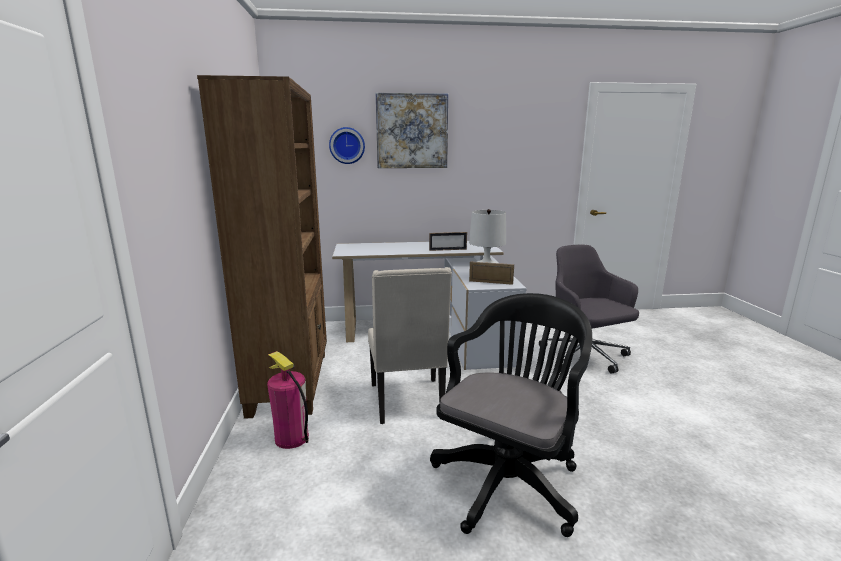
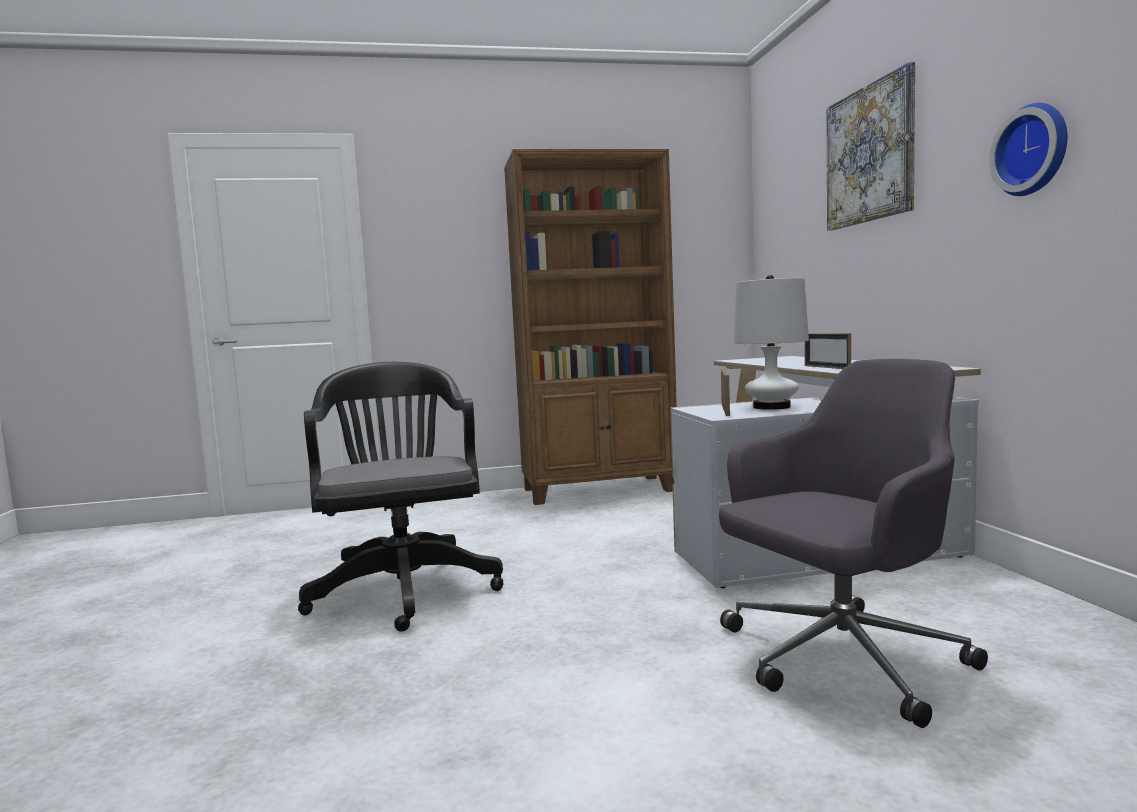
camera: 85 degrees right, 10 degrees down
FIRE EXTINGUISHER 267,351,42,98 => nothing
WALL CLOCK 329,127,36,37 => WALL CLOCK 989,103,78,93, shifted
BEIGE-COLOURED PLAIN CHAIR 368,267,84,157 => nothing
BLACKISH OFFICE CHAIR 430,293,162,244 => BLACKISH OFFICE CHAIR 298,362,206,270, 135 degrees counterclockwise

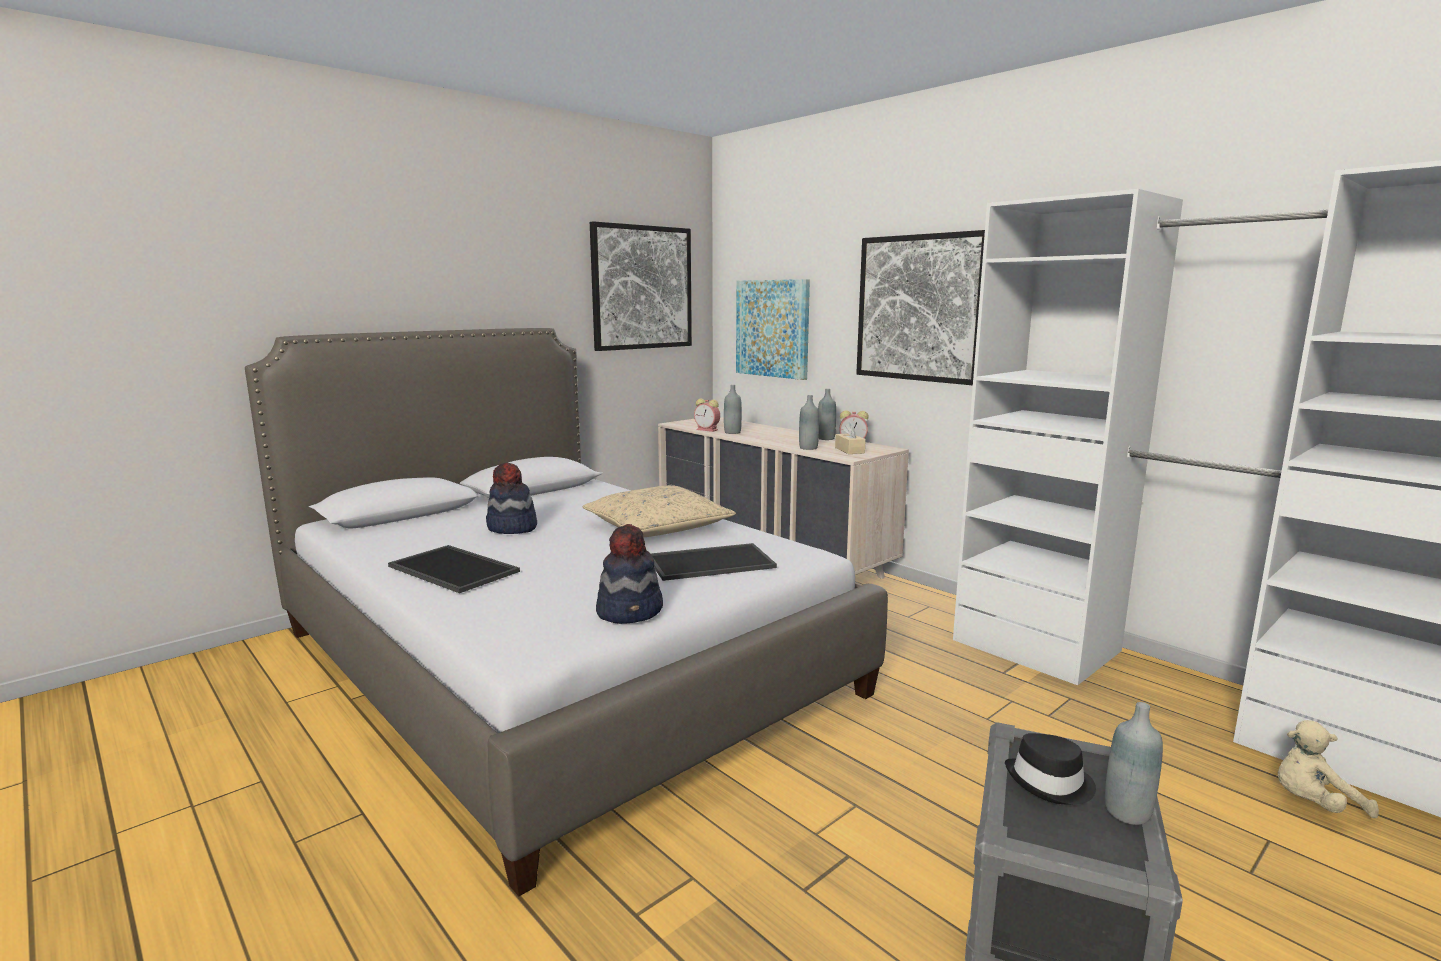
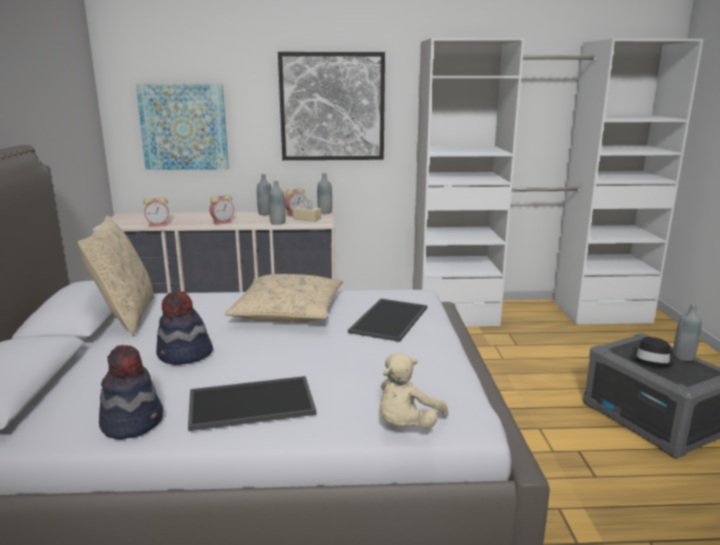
camera: 50 degrees left, 5 degrees up
WALL ART 590,221,102,130 => nothing
HAT 596,524,67,100 => HAT 99,345,64,94, shifted
GREY DRINK BOTTLE 724,385,18,49 => GREY DRINK BOTTLE 317,173,15,41, shifted
BEIGE-COLOURED CUDDLY TOY 1278,720,101,98 => BEIGE-COLOURED CUDDLY TOY 380,353,68,76, shifted
nothing => BEIGE-COLOURED PILLOW 78,215,77,120
nothing => ALARM CLOCK 209,194,25,31

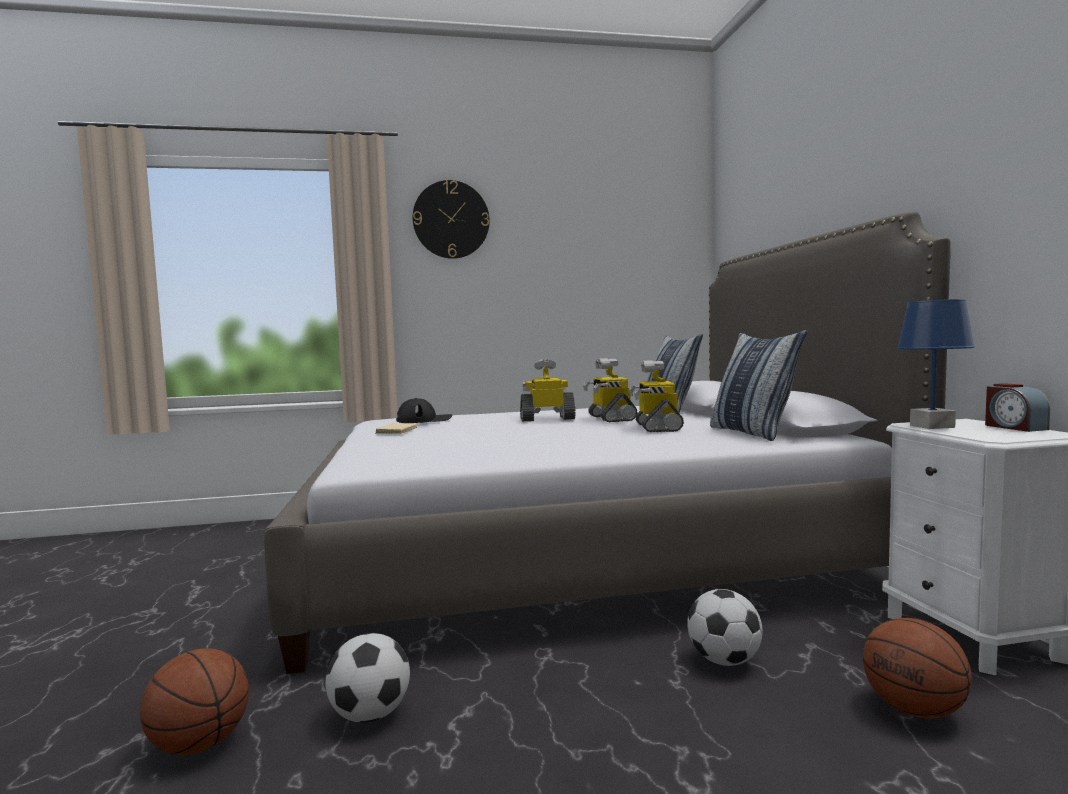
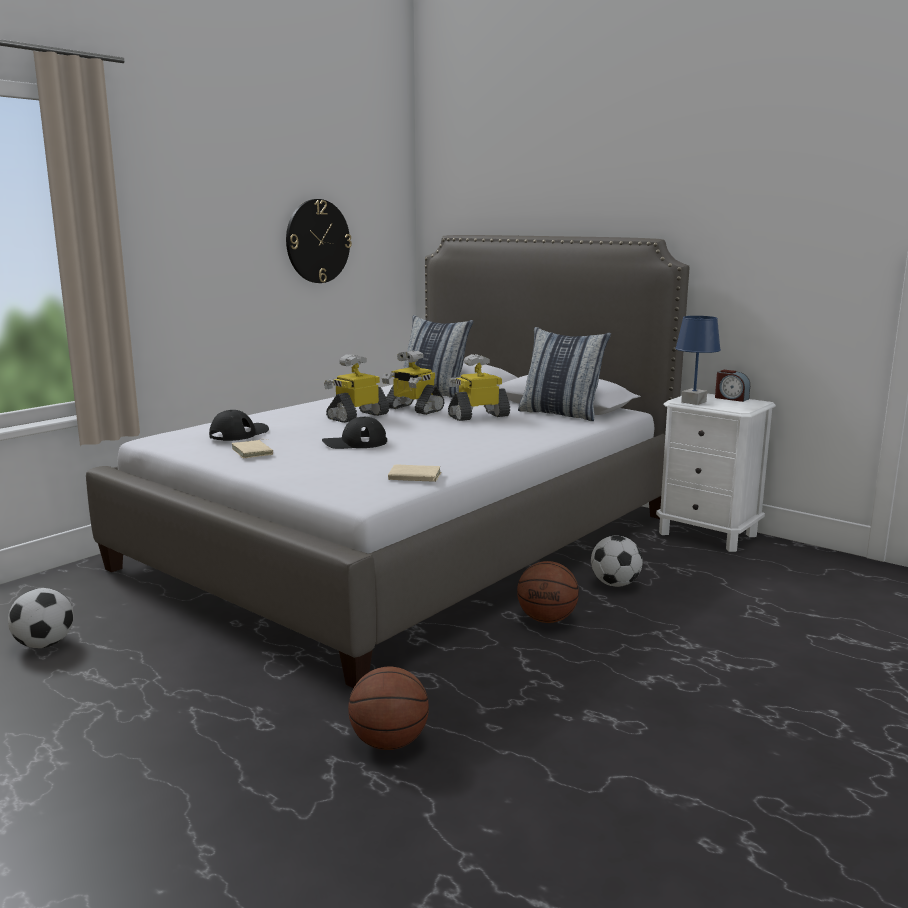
camera: 40 degrees left, 10 degrees up
FOOTBALL BALL 326,633,84,90 => FOOTBALL BALL 8,588,66,60, shifted
WALL CLOCK 413,180,77,79 => WALL CLOCK 286,199,66,84, shifted
MODEL ROBOT 629,360,55,72 => MODEL ROBOT 448,354,62,67, 105 degrees clockwise
BASKETBALL BALL 863,618,109,101 => BASKETBALL BALL 517,561,62,62, shifted
nothing => BLACKISH CAP 322,417,65,32
nothing => BEIGE-COLOURED BOUND BOOK 388,465,53,17

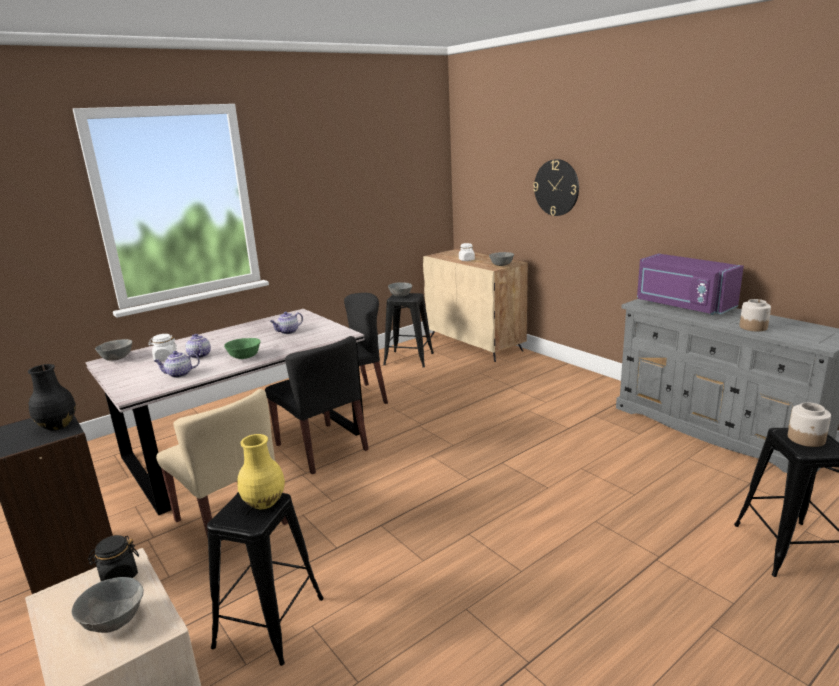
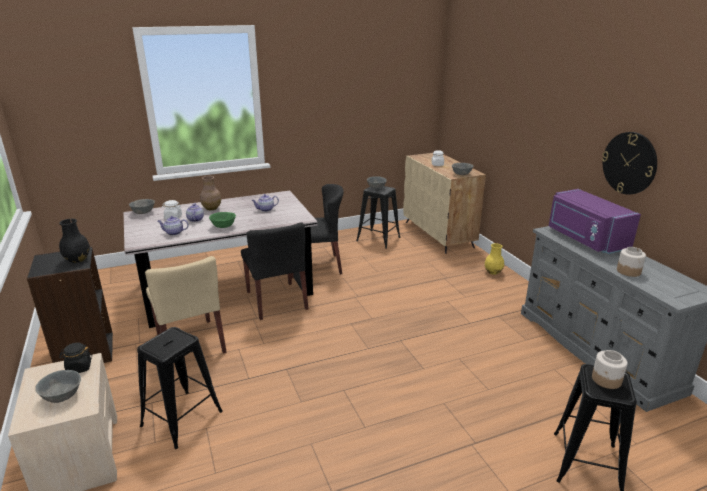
camera: 15 degrees right, 5 degrees up
YELLOW-COLOURED FLOWER VASE 237,434,48,75 => YELLOW-COLOURED FLOWER VASE 485,243,19,32, shifted
WALL CLOCK 533,159,46,57 => WALL CLOCK 602,132,55,63, shifted
nothing => BROWN-COLOURED FLOWER VASE 200,176,21,34

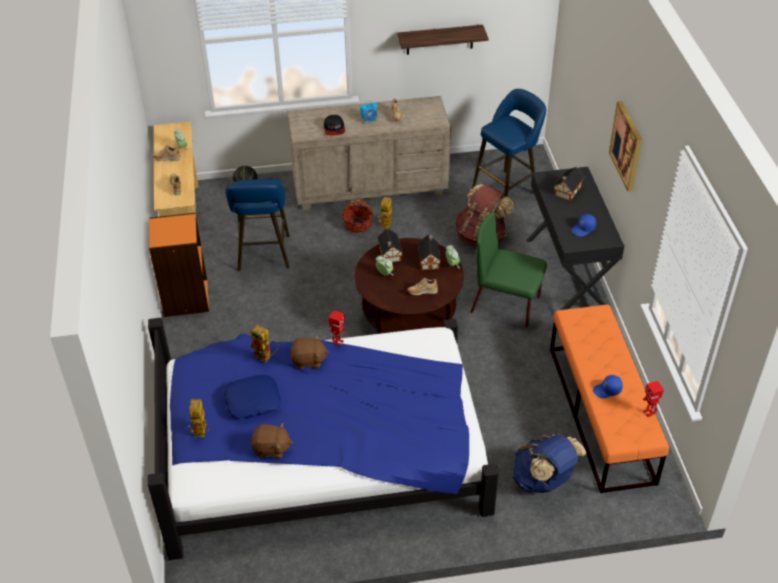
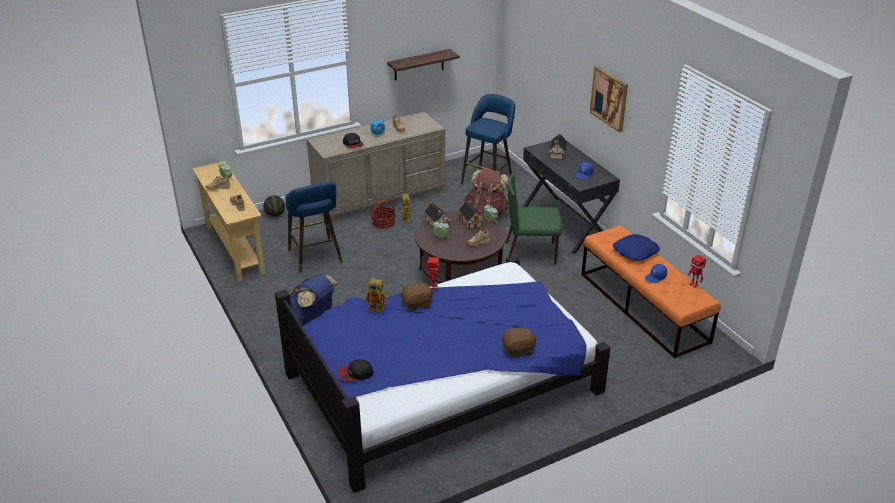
camera: 20 degrees left, 10 degrees down
ORANGE-COLOURED BOOKSHELF 149,213,60,104 => nothing
MODEL ROBOT 187,399,22,38 => CAP 338,359,36,22
BLUISH PILLOW 224,375,57,43 => BLUISH PILLOW 613,234,47,27, shifted
BROWN-COLOURED CUDDLY TOY 251,423,42,36 => BROWN-COLOURED CUDDLY TOY 502,325,35,33, shifted
BLUISH BACKPACK 513,435,74,58 => BLUISH BACKPACK 289,274,50,52, shifted

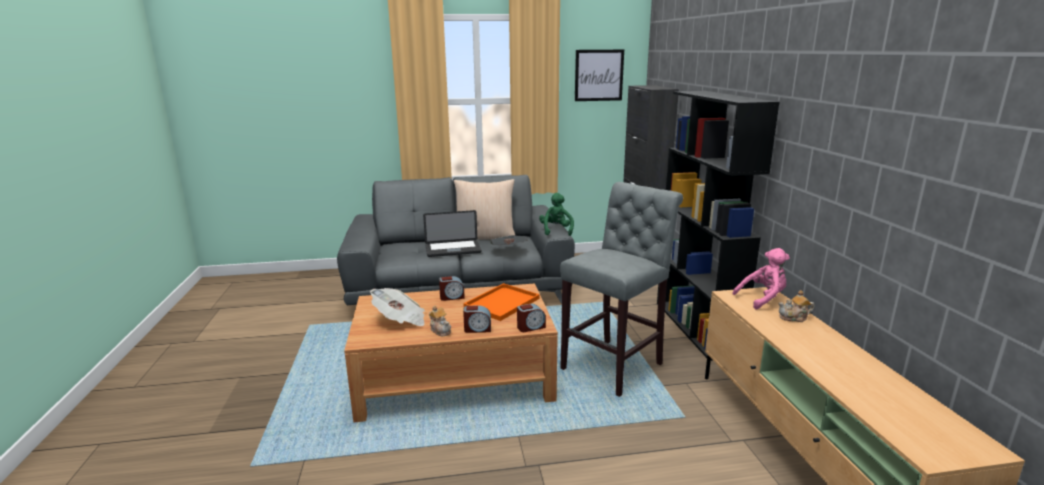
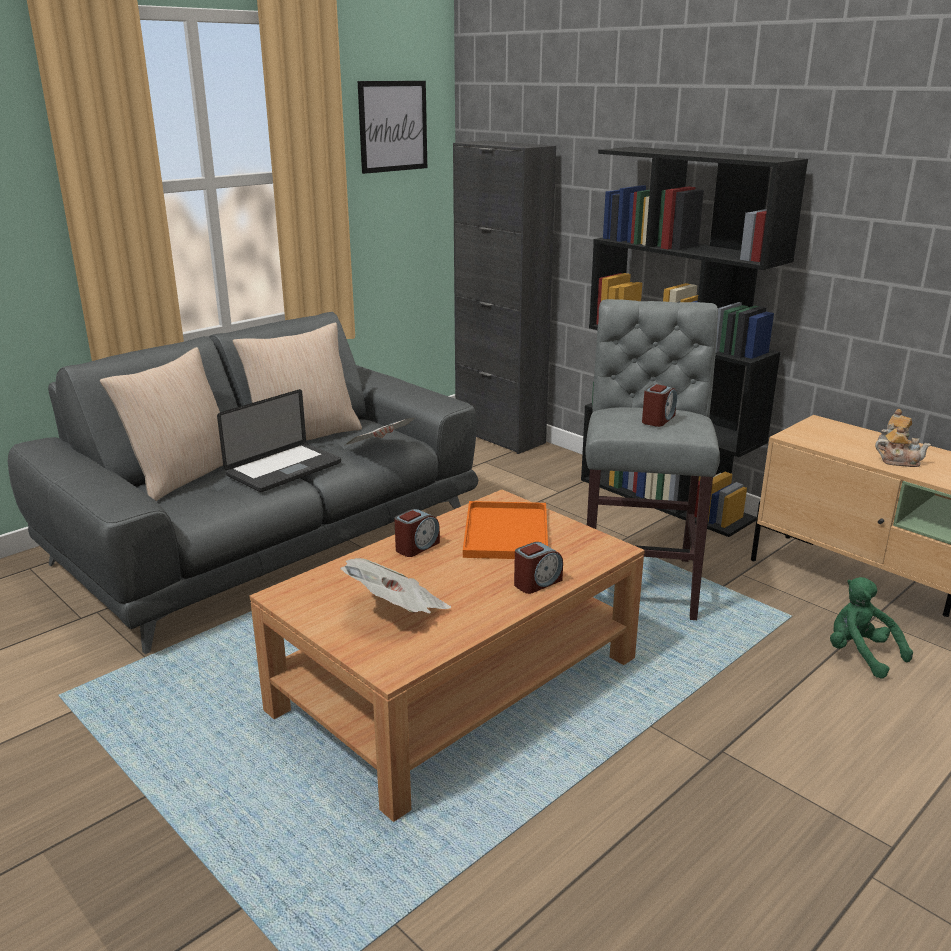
camera: 35 degrees left, 5 degrees up
POT FOR TEA 429,306,22,30 => POT FOR TEA 875,426,56,41, shifted
ALARM CLOCK 517,304,29,28 => ALARM CLOCK 642,384,35,43, shifted
GREEN-COLOURED CUDDLY TOY 539,193,35,43 => GREEN-COLOURED CUDDLY TOY 830,577,83,102, shifted
PINK CUDDLY TOY 733,248,57,62 => nothing
nothing => BEIGE-COLOURED PILLOW 100,347,123,154

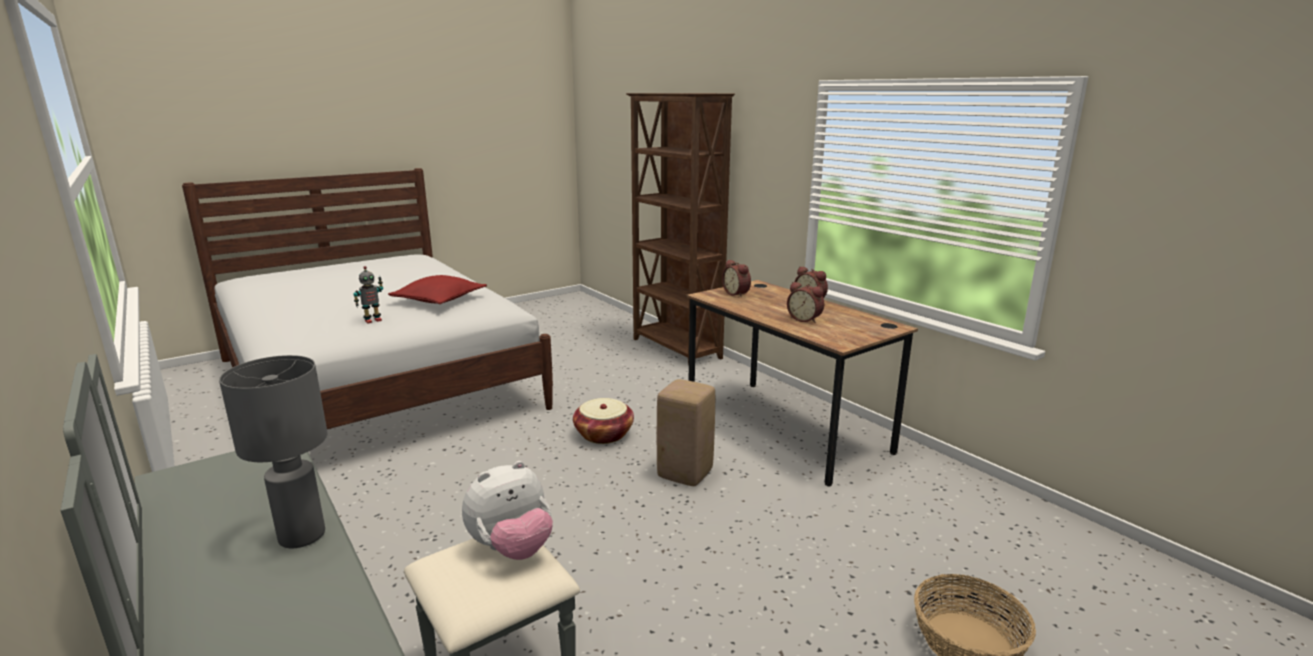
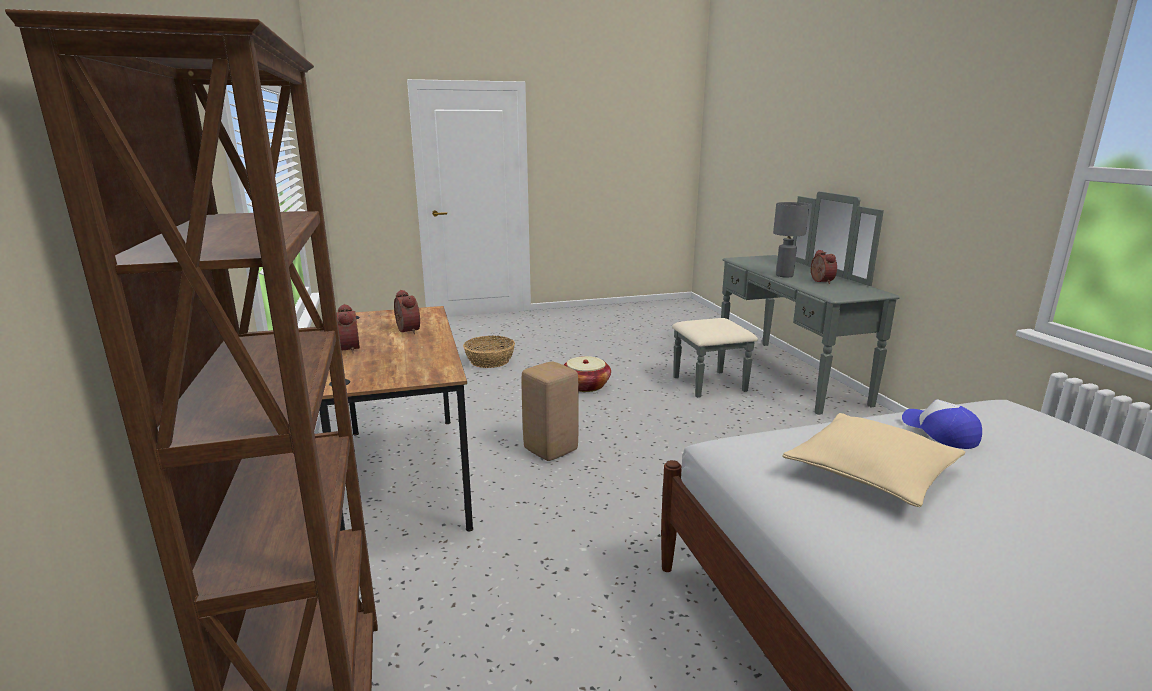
camera: 160 degrees left, 0 degrees up
MODEL ROBOT 353,266,30,57 => CAP 902,399,80,50
RED PILLOW 388,275,99,29 => BEIGE-COLOURED PILLOW 782,413,183,94
CUDDLY TOY 462,461,91,99 => nothing
HOUSEHOLD BASKET 573,398,61,46 => HOUSEHOLD BASKET 564,356,47,36, shifted
ALARM CLOCK 722,260,29,37 => ALARM CLOCK 811,250,26,34, shifted

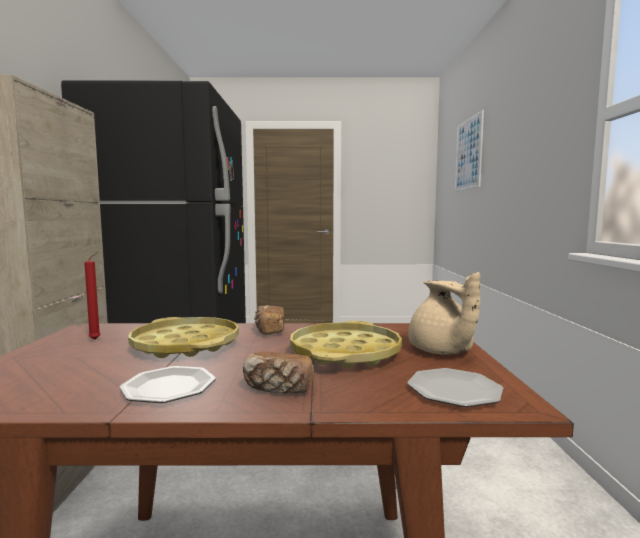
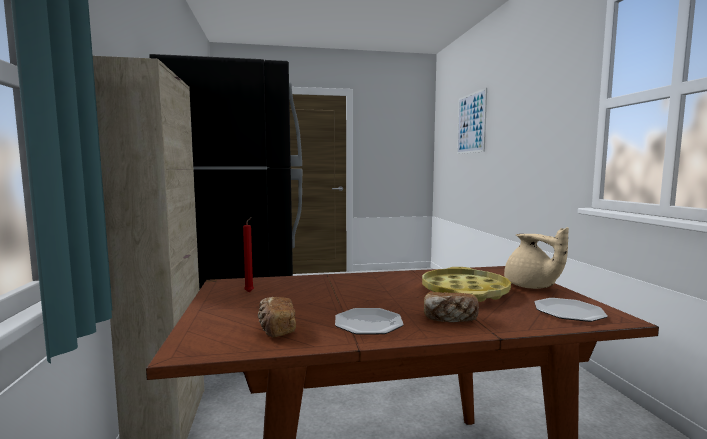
camera: 10 degrees left, 0 degrees up
YELLOW-COLOURED SERVING TRAY 128,317,111,41 => nothing
BAKED BREAD 254,305,30,30 => BAKED BREAD 258,297,38,41, shifted

